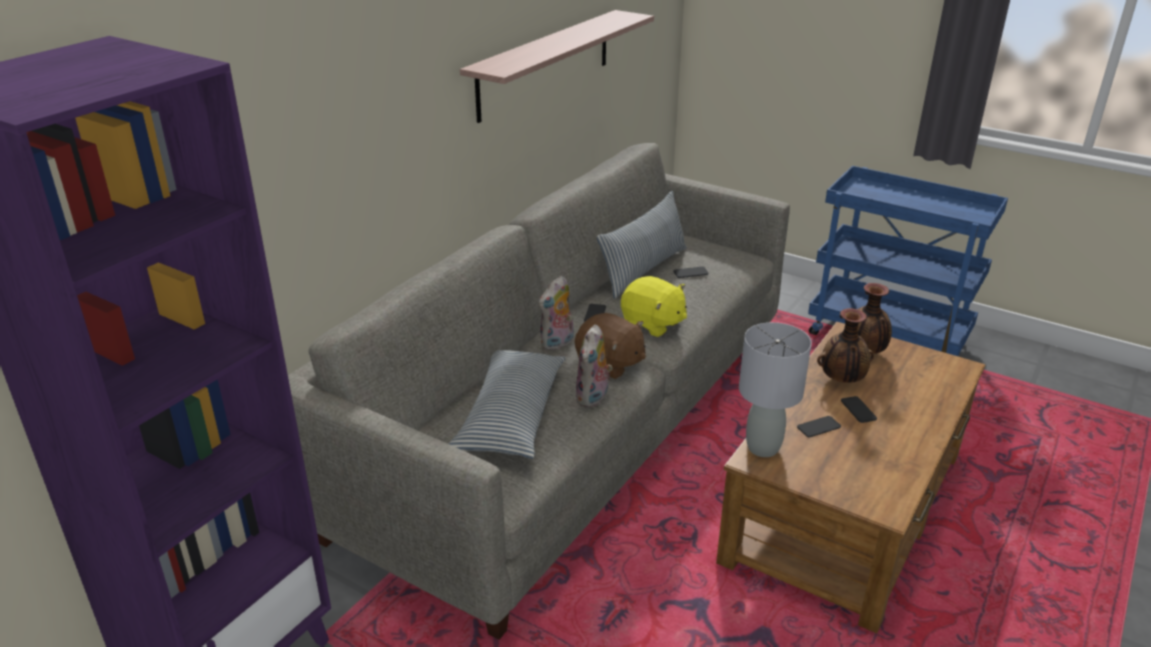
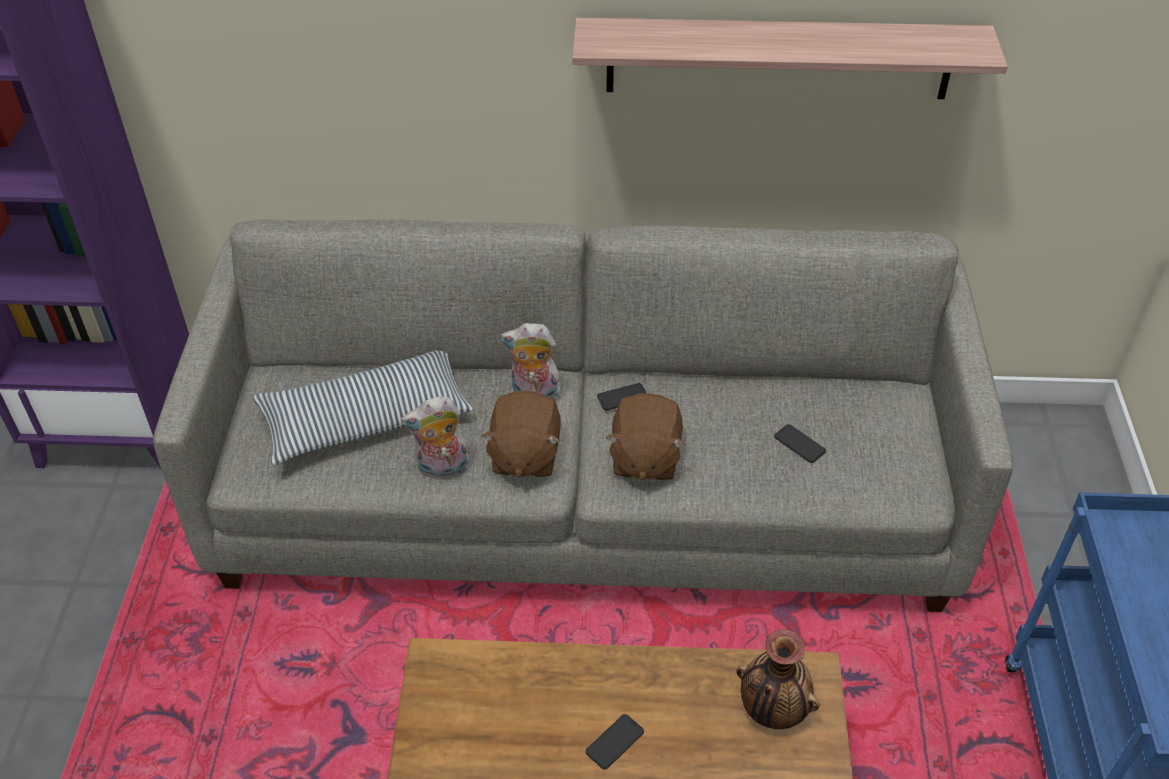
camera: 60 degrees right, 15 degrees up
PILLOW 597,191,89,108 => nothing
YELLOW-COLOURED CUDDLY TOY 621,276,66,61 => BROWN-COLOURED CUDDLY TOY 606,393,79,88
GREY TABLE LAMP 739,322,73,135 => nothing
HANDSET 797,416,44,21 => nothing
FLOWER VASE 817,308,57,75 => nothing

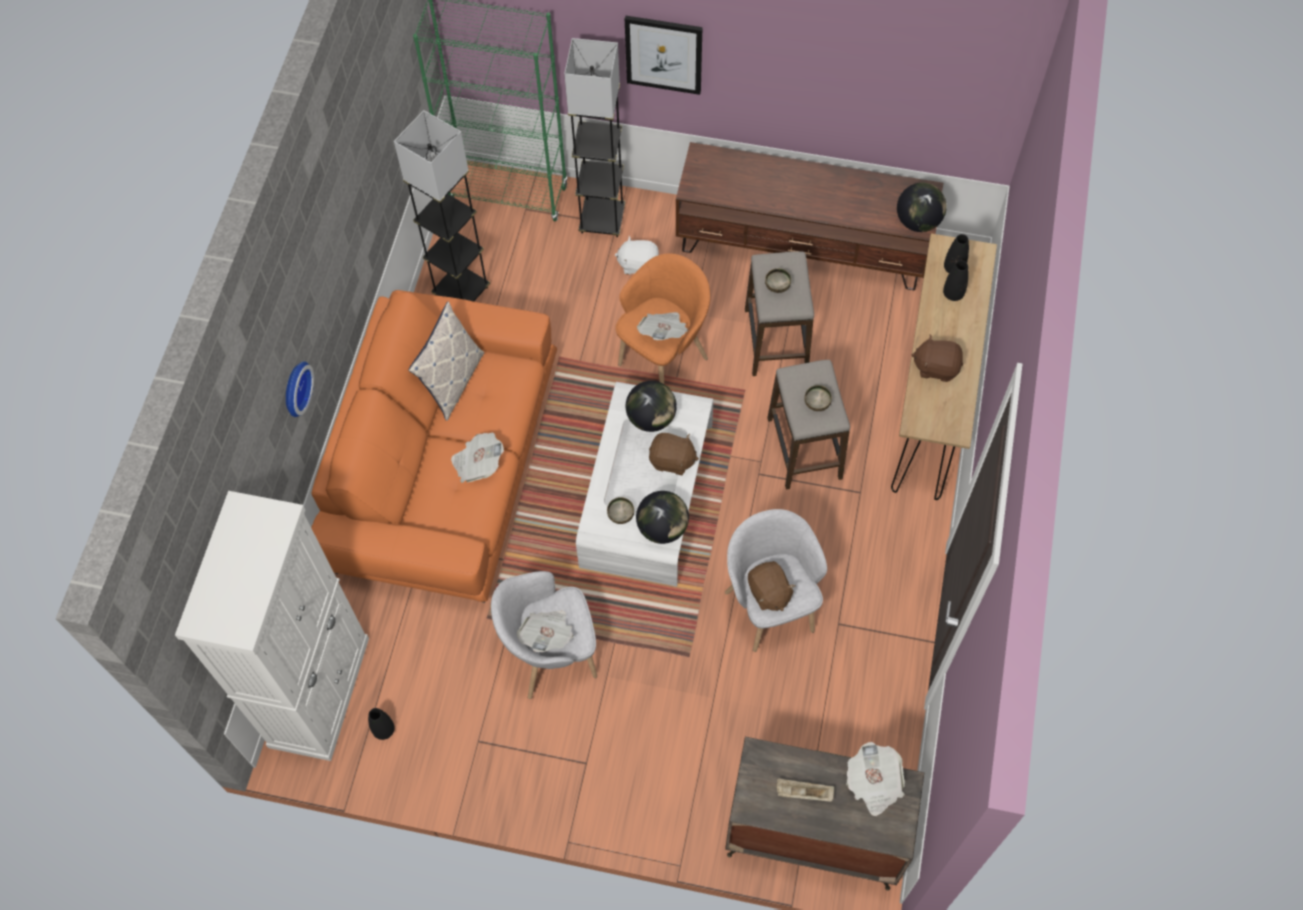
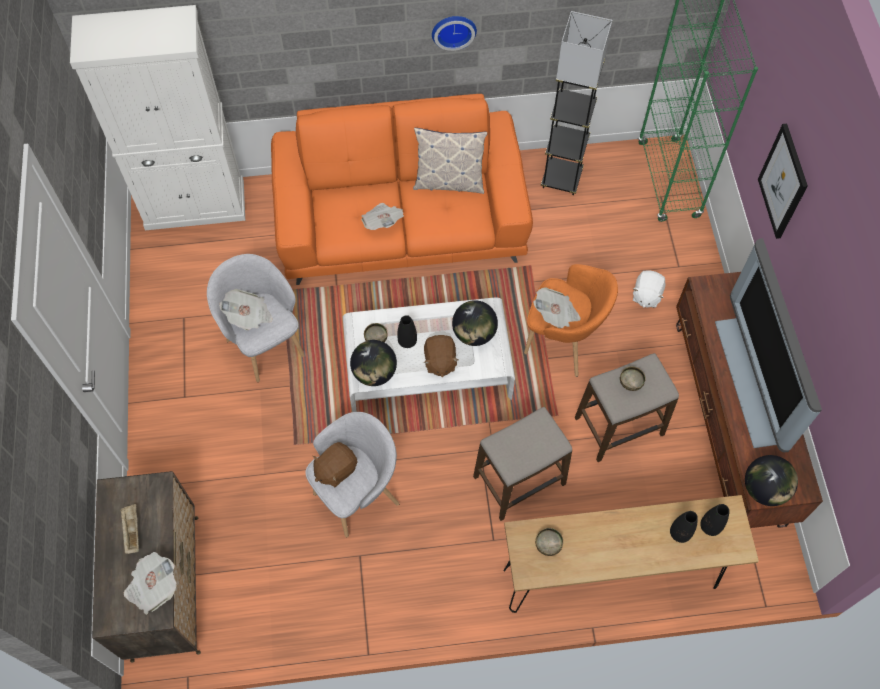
camera: 70 degrees right, 0 degrees up
WALL CLOCK 286,361,28,56 => WALL CLOCK 432,16,45,35, shifted
BLACKISH FLOWER VASE 368,708,27,32 => BLACKISH FLOWER VASE 397,315,20,33, shifted
GREY FLOOR LAMP 564,38,61,199 => nothing
WHITISH CUDDLY TOY 615,236,44,39 => WHITISH CUDDLY TOY 633,270,33,38, 150 degrees counterclockwise
BOWL 804,385,28,26 => BOWL 535,528,28,28, shifted
BROWN-COLOURED CUDDLY TOY 912,335,51,47 => nothing
nothing => TV 715,238,107,214

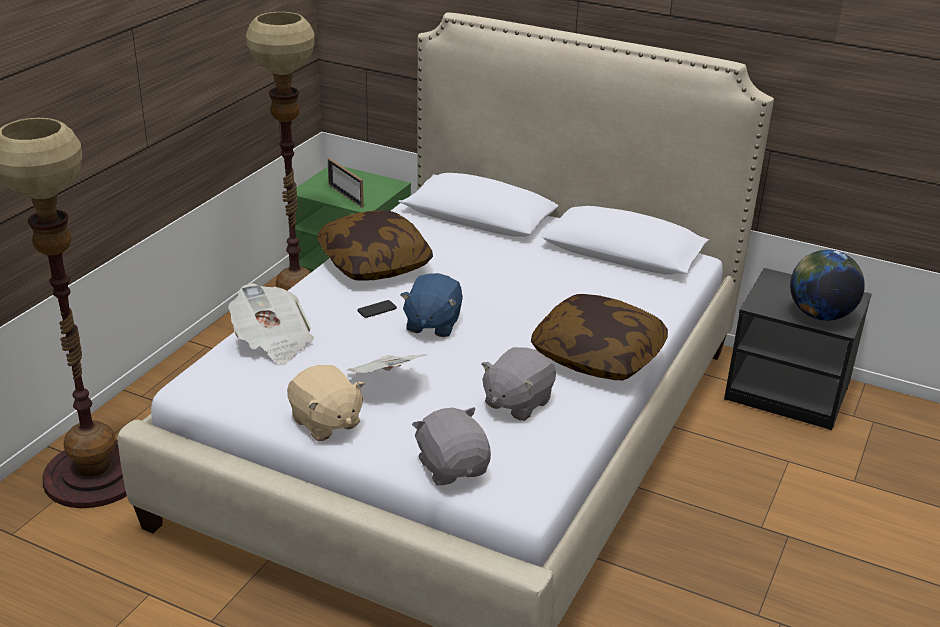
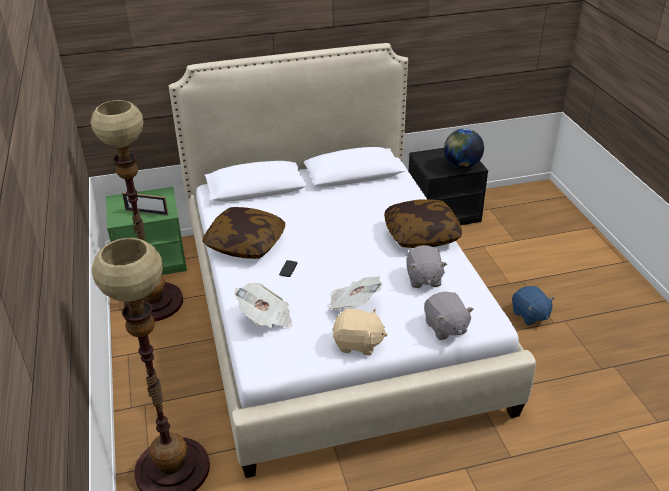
camera: 40 degrees left, 5 degrees up
BLUISH CUDDLY TOY 400,273,63,64 => BLUISH CUDDLY TOY 512,286,43,39, shifted
GREY CUDDLY TOY 412,407,79,78 => GREY CUDDLY TOY 424,292,50,48, 135 degrees counterclockwise

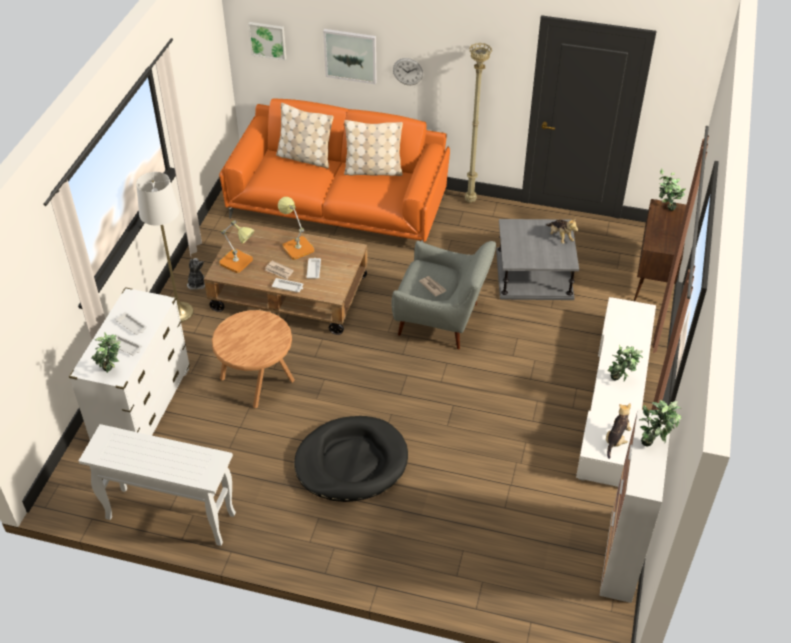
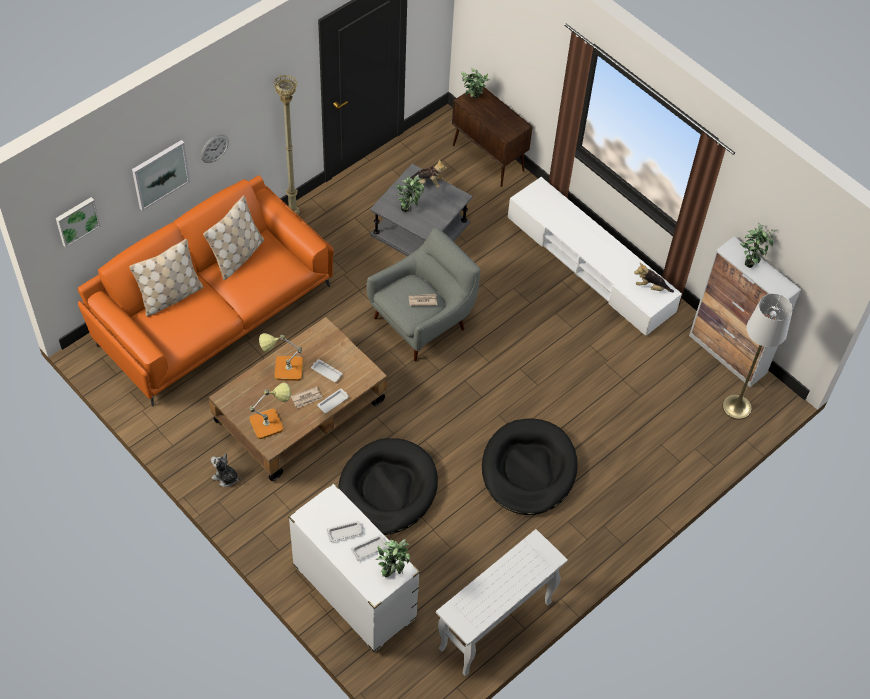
camera: 60 degrees left, 10 degrees up
WHITISH FLOOR LAMP 136,172,58,150 => WHITISH FLOOR LAMP 722,293,71,127, shifted
BROWN-COLOURED SIDE TABLE 212,310,83,98 => BLACKISH DOG BED 338,438,100,97
CUDDLY TOY 606,403,25,56 => CUDDLY TOY 634,263,40,29, 45 degrees counterclockwise
POTTED PLANT 607,345,36,36 => POTTED PLANT 396,175,29,37, shifted

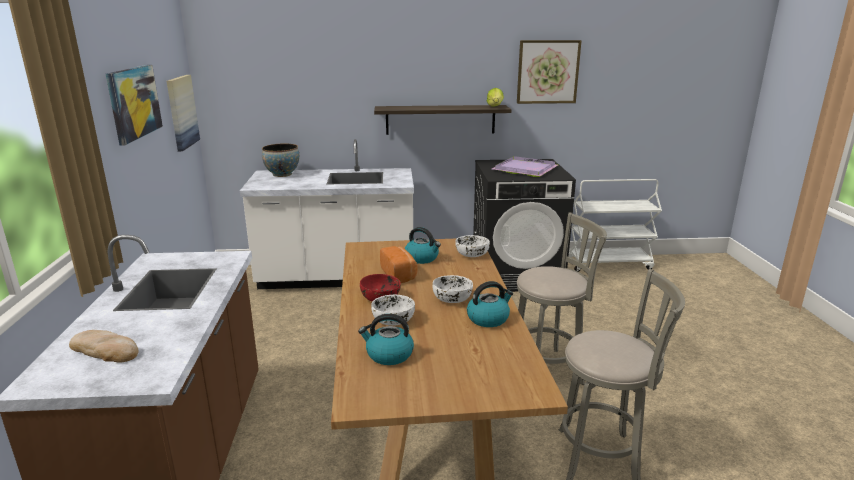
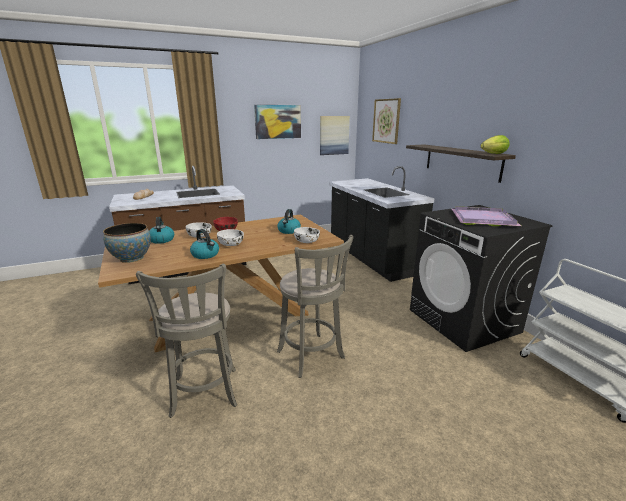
camera: 70 degrees right, 0 degrees up
WHITISH KITCHEN BASE UNIT 240,139,174,150 => BLACKISH KITCHEN BASE UNIT 329,166,106,116
BOWL 262,143,37,34 => BOWL 103,223,48,40, shifted
BAKED BREAD 380,246,37,37 => nothing
WALL ART 517,40,65,64 => WALL ART 372,98,29,46, shifted

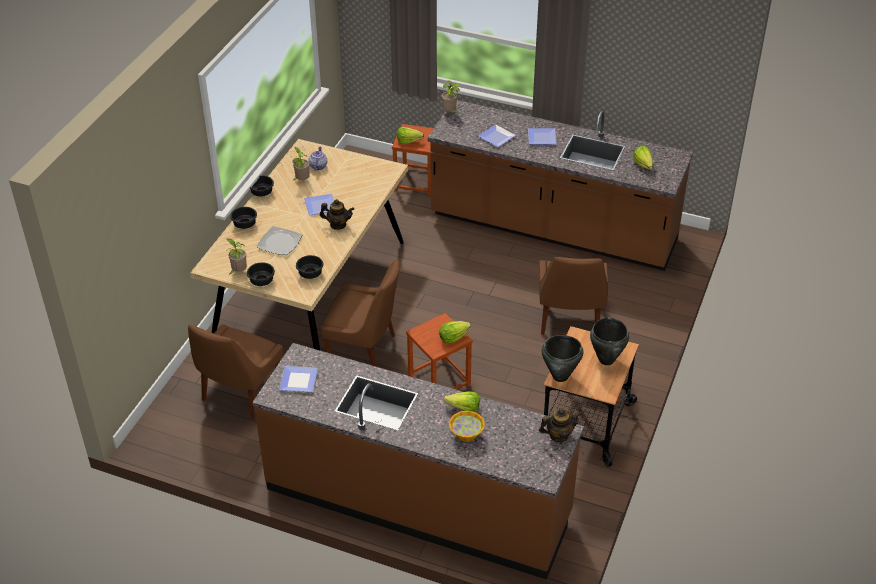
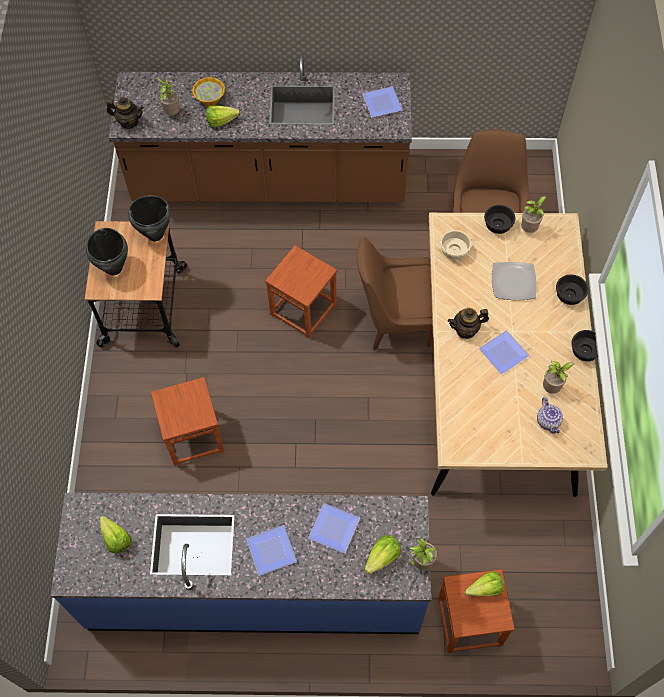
camera: 160 degrees right, 20 degrees up
BLACKISH BOWL 296,255,28,24 => BEIGE-COLOURED BOWL 440,230,31,30
BROWN-COLOURED KITCHEN BASE UNIT 428,100,265,171 => BLUISH KITCHEN BASE UNIT 51,493,380,141
HEAD OF LETTUCE 439,321,32,23 => HEAD OF LETTUCE 365,535,36,40, shifted
BROWN-COLOURED PLAIN CHAIR 539,257,69,78 => BROWN-COLOURED STOOL SEAT 151,377,73,89
POT FOR TEA 539,408,42,35 => POT FOR TEA 106,97,38,32, 135 degrees counterclockwise
nothing => POTTED PLANT 157,77,23,38

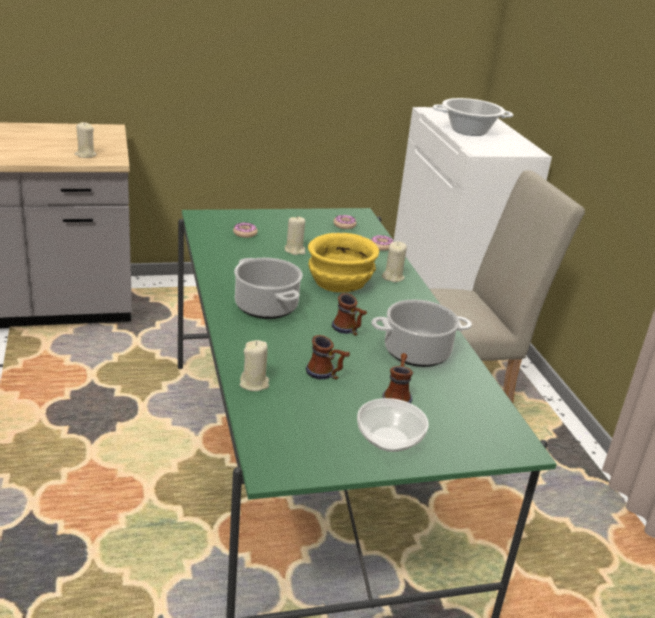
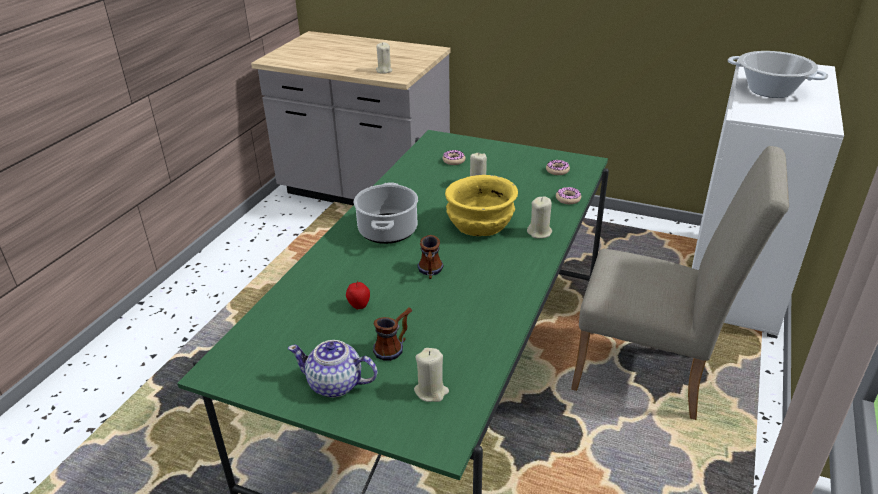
camera: 40 degrees right, 5 degrees up
BEIGE-COLOURED CANDLE 240,340,29,51 => BEIGE-COLOURED CANDLE 414,348,35,54, shifted
COFFEE MUG 306,335,44,45 => APPLE FRUIT 346,281,24,28
BOWL 357,398,72,54 => POT FOR TEA 288,340,89,58
COOKING POT 371,300,101,67 => nothing

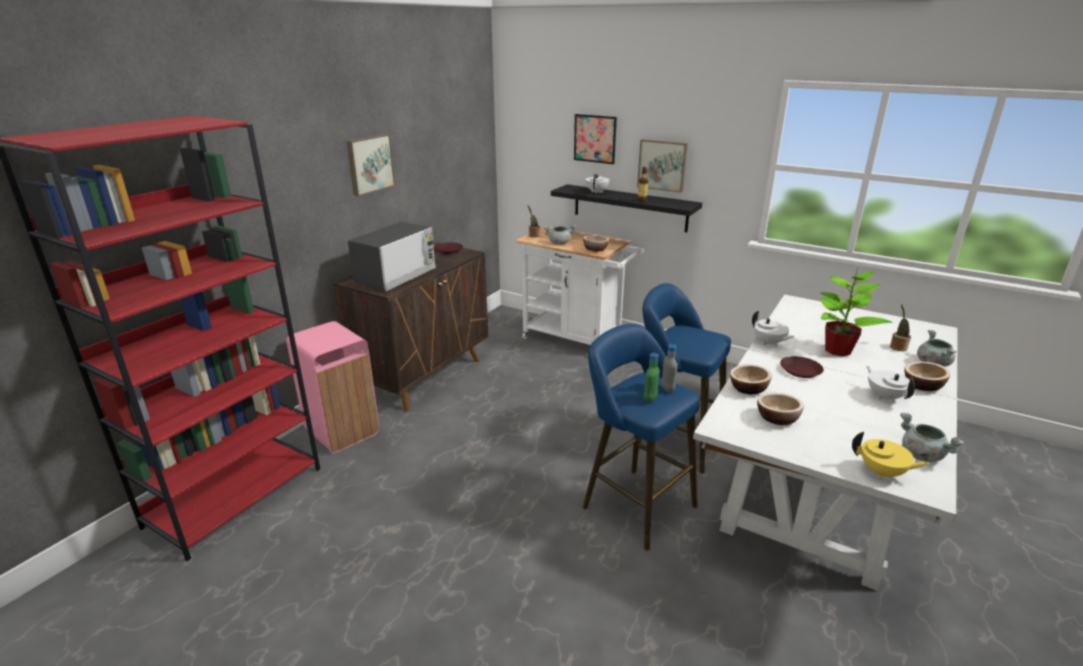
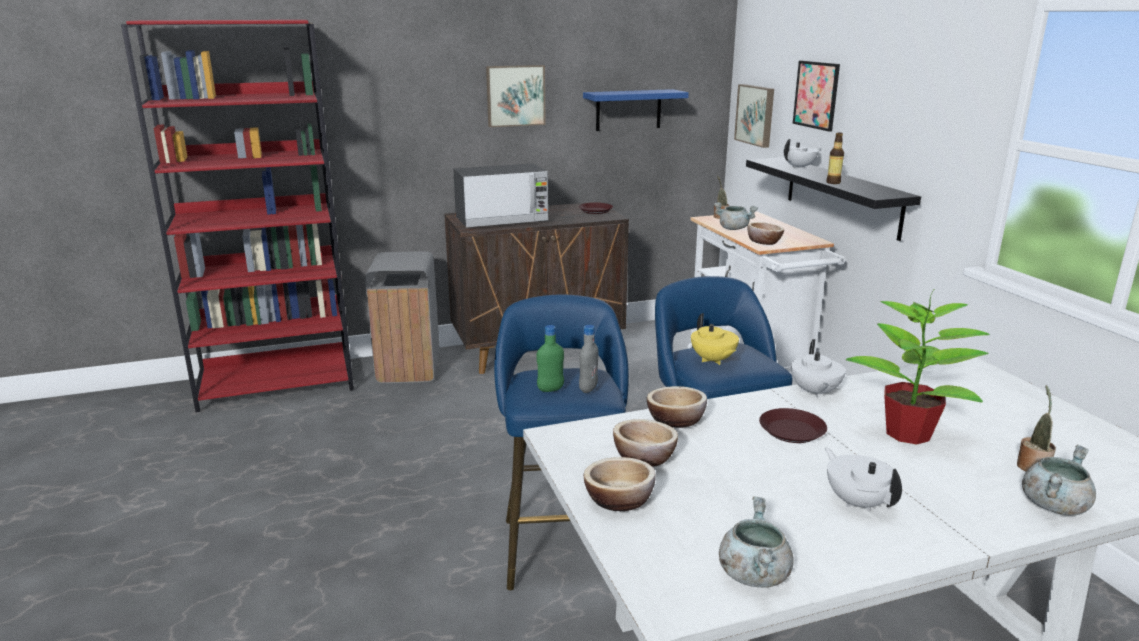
camera: 40 degrees right, 5 degrees down
PINK WASTE BIN 287,321,92,132 => GREY WASTE BIN 365,251,75,132
WALL ART 637,139,51,54 => WALL ART 734,84,40,64, shifted
YELLOW-COLOURED POT FOR TEA 852,432,78,48 => YELLOW-COLOURED POT FOR TEA 691,313,48,52, shifted
WHITISH POT FOR TEA 866,366,49,36 => WHITISH POT FOR TEA 825,448,77,63, 45 degrees counterclockwise
BOWL 904,362,46,29 => BOWL 584,457,72,54, shifted
nothing => BLUISH WALL SHELF 583,89,106,42

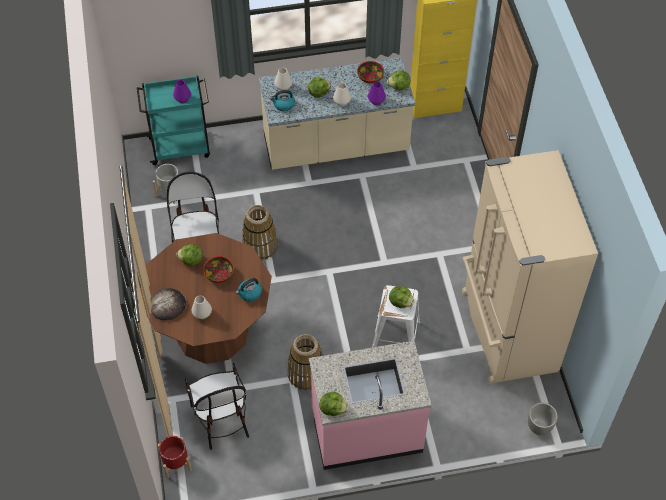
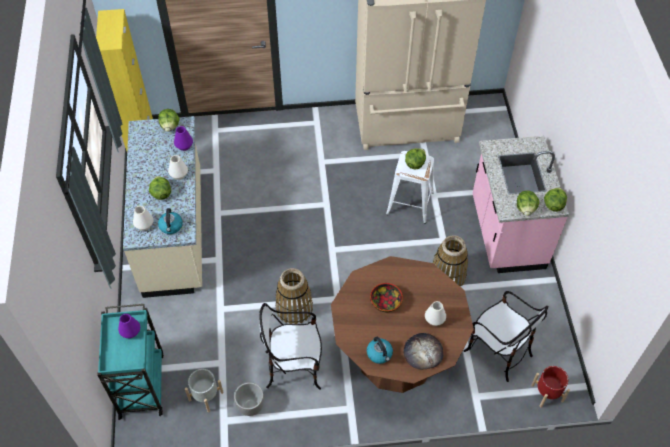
camera: 85 degrees left, 0 degrees up
HEAD OF LETTUCE 176,244,27,22 => HEAD OF LETTUCE 517,190,23,26, shifted
PLAIN CHAIR 185,362,64,88 => PLAIN CHAIR 463,291,86,91, 60 degrees clockwise
KETTLE 236,278,26,24 => KETTLE 367,337,26,27, shifted
BOWL 357,61,27,23 => nothing
PLANTER 528,402,30,33 => PLANTER 234,382,30,34, shifted

